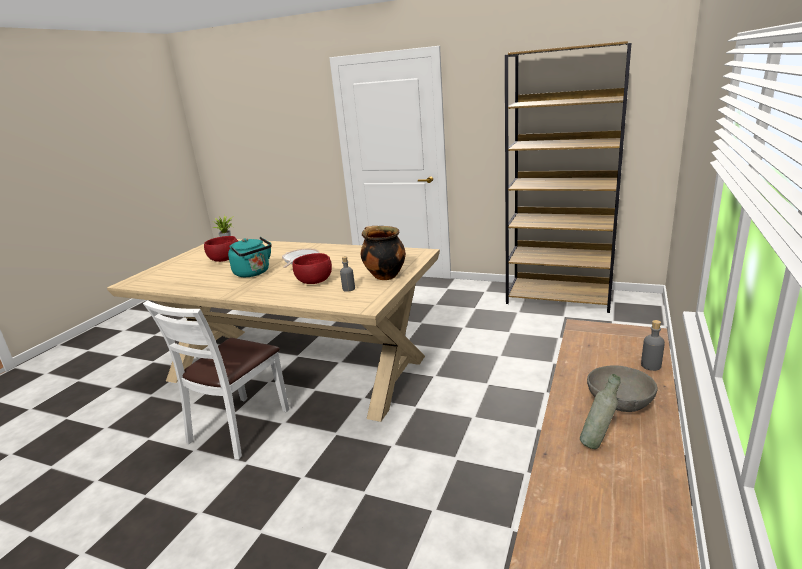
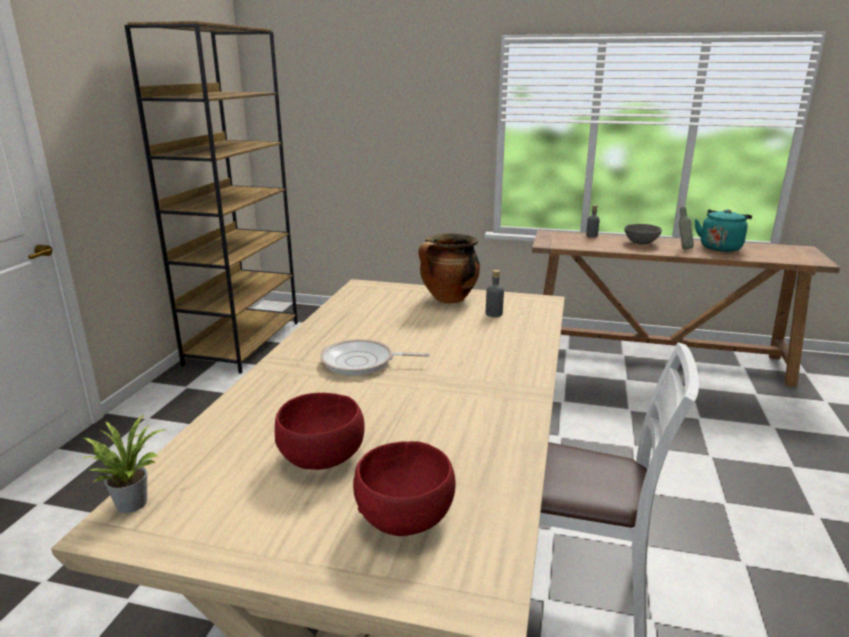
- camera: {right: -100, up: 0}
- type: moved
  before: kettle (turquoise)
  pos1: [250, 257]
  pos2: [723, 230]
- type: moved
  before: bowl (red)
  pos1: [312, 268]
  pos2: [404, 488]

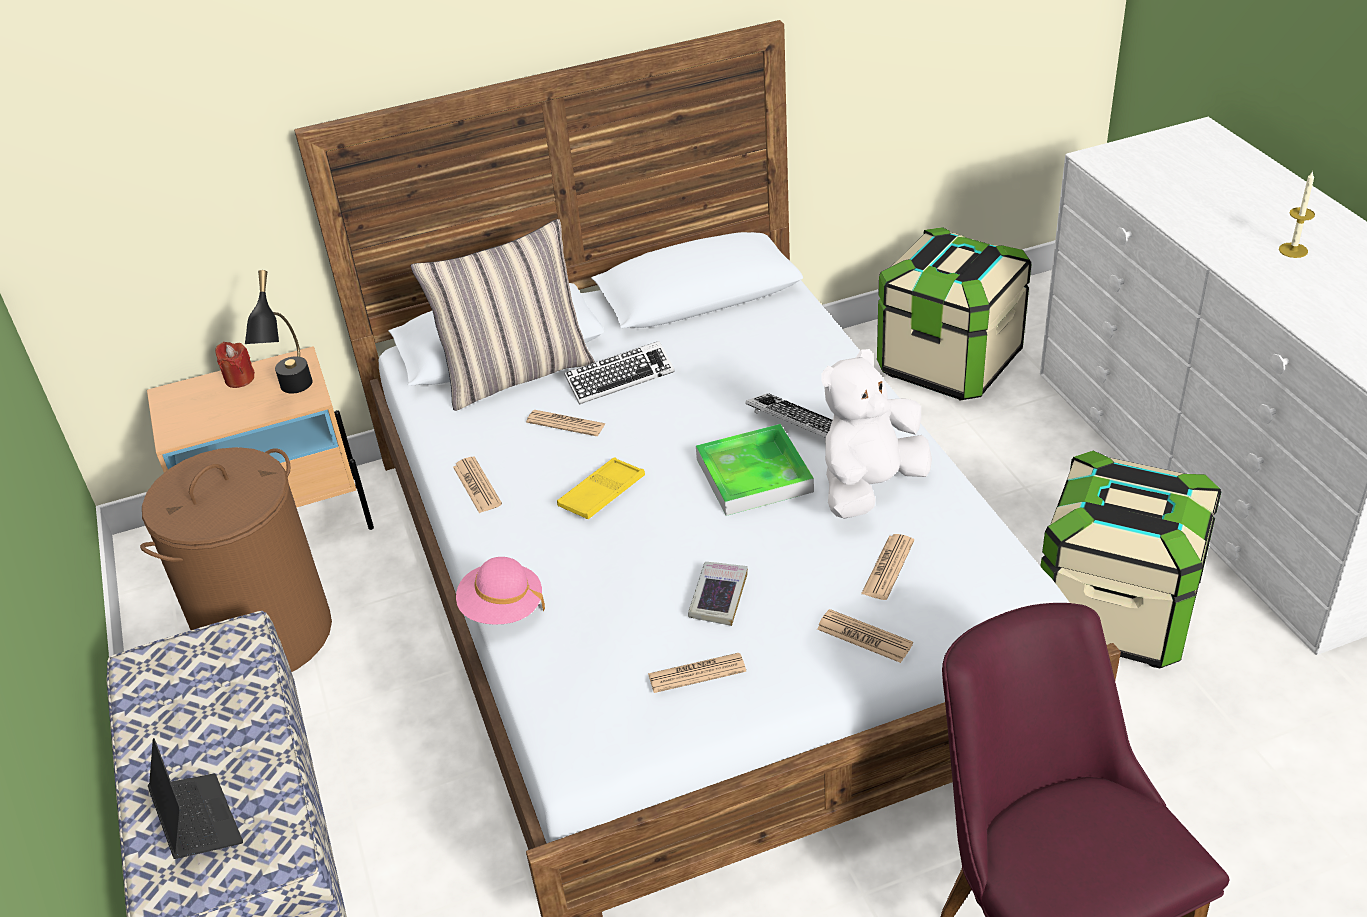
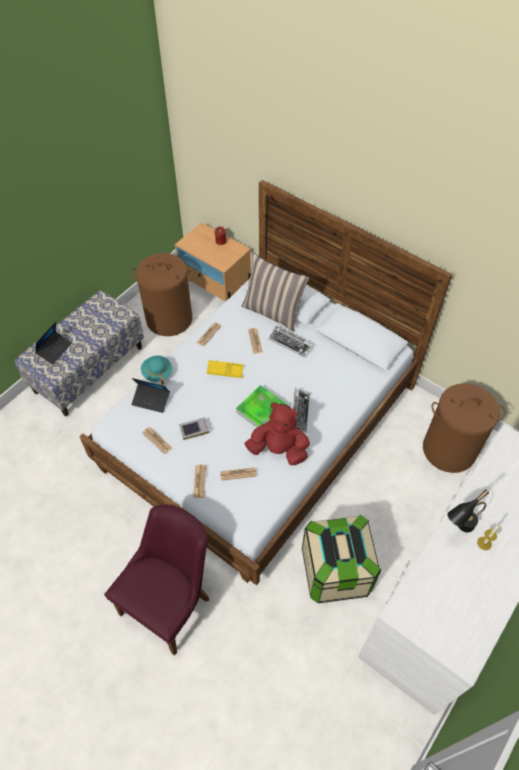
- camera: {right: 55, up: 15}
- type: added
  after: laptop
  pos2: [150, 395]
- type: moved
  before: table lamp (black)
  pos1: [279, 332]
  pos2: [468, 510]
- type: replaced
  before: storage box
  after: laundry basket (brown)
  pos1: [954, 313]
  pos2: [464, 428]
- type: recoloured
  before: hat (pink)
  after: hat (turquoise)
  pos1: [500, 591]
  pos2: [156, 370]
- type: recoloured
  before: plush toy (white)
  after: plush toy (red)
  pos1: [876, 434]
  pos2: [277, 433]

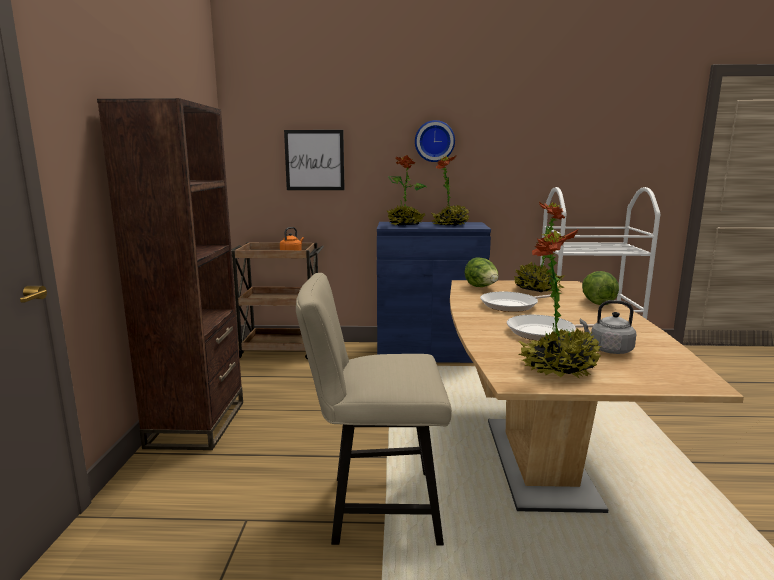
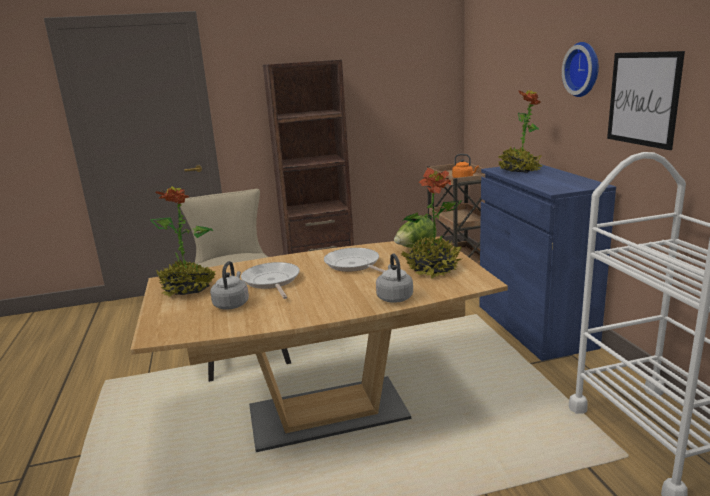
- camera: {right: 75, up: 5}
- type: removed
  before: potted plant
  pos1: [450, 191]
- type: moved
  before: picture
  pos1: [314, 160]
  pos2: [646, 100]
- type: replaced
  before: lettuce
  after: kettle (grey)
  pos1: [600, 288]
  pos2: [394, 278]

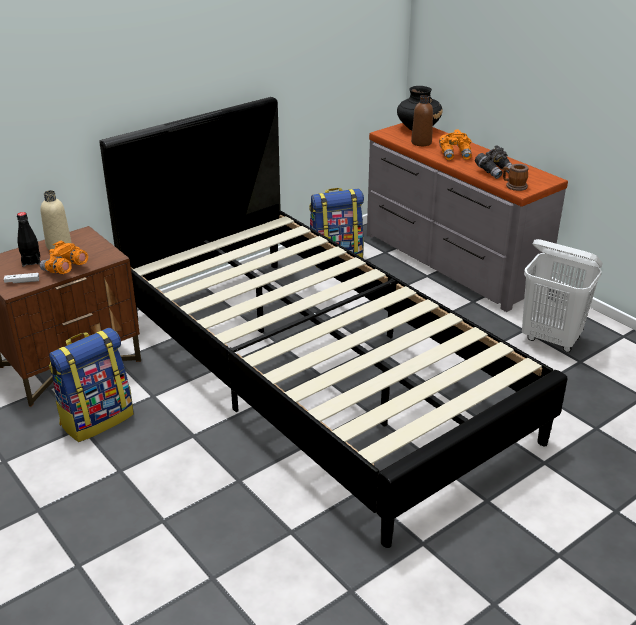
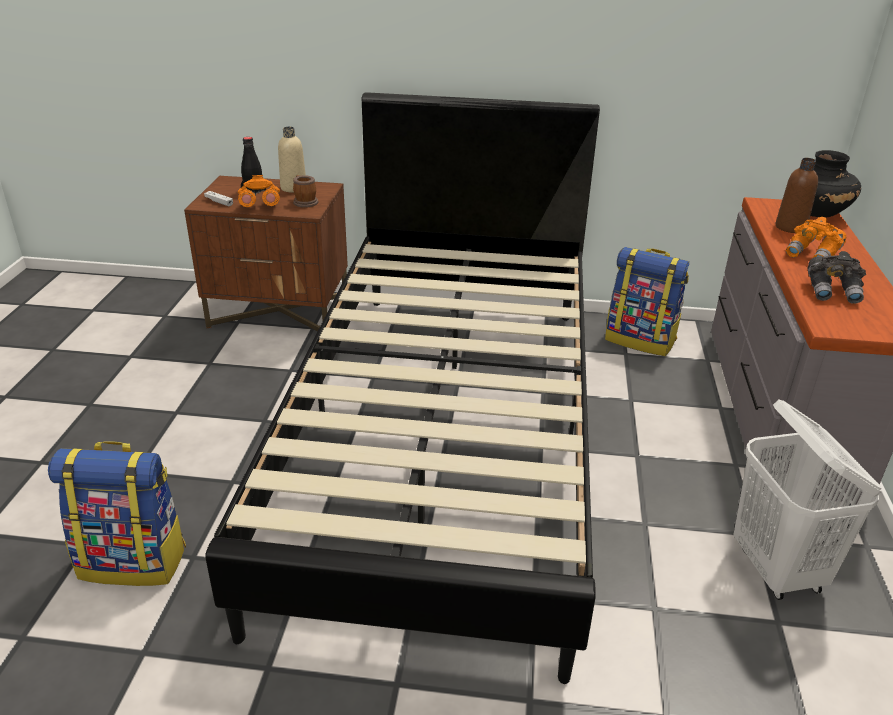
- camera: {right: 45, up: 0}
- type: moved
  before: backpack
  pos1: [91, 385]
  pos2: [117, 513]
- type: moved
  before: mug
  pos1: [515, 177]
  pos2: [305, 191]

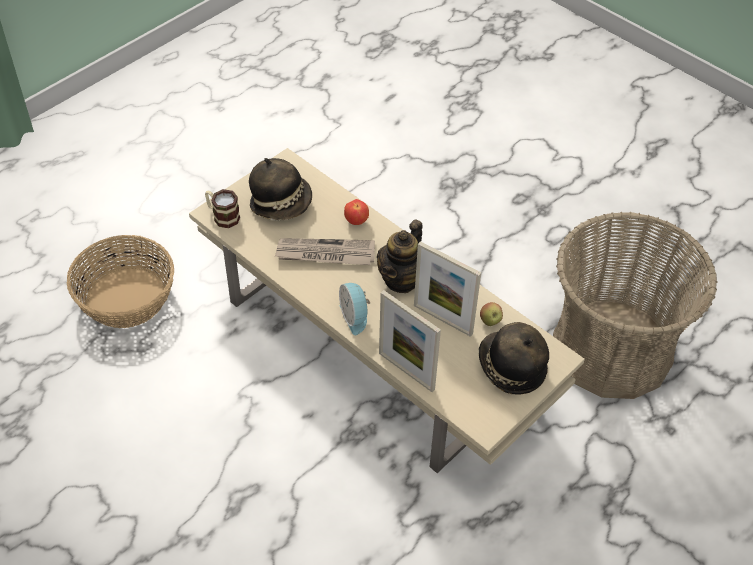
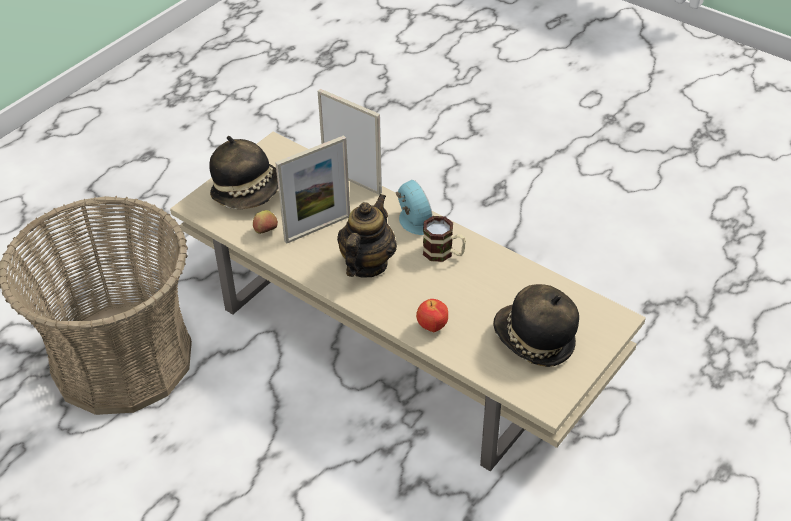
- camera: {right: 175, up: -5}
- type: removed
  before: basket
  pos1: [120, 281]
- type: removed
  before: newspaper
  pos1: [325, 251]
- type: moved
  before: mug
  pos1: [222, 208]
  pos2: [444, 239]
- type: turned
  before: picture frame
  pos1: [447, 289]
  pos2: [312, 189]
  turn: 120

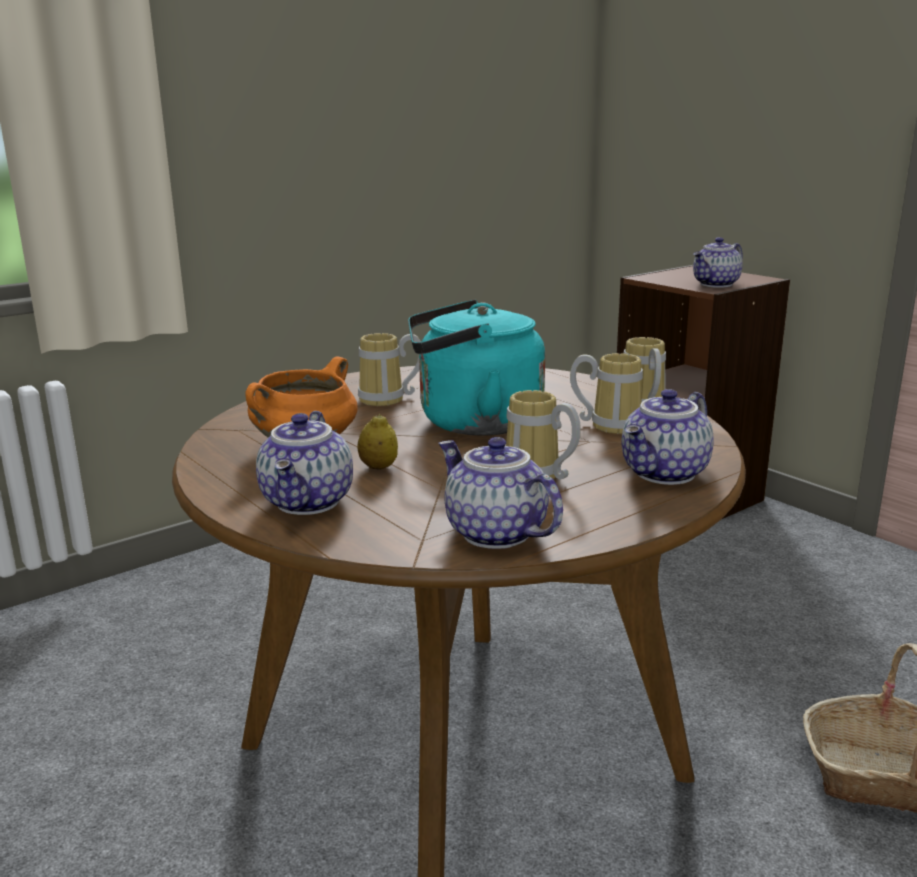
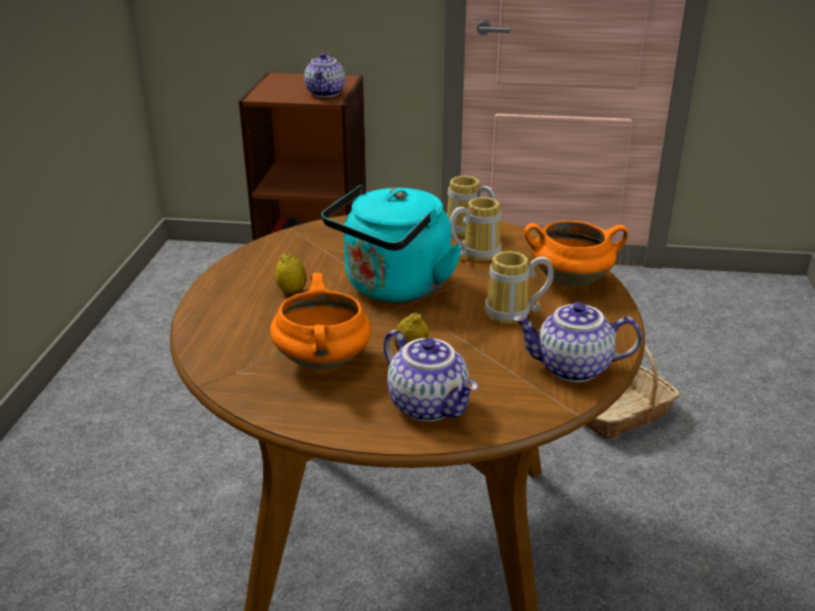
- camera: {right: -45, up: 10}
- type: replaced
  before: mug
  after: lemon
  pos1: [389, 369]
  pos2: [291, 273]
- type: replaced
  before: teapot
  after: cooking pot (orange)
  pos1: [667, 437]
  pos2: [576, 254]

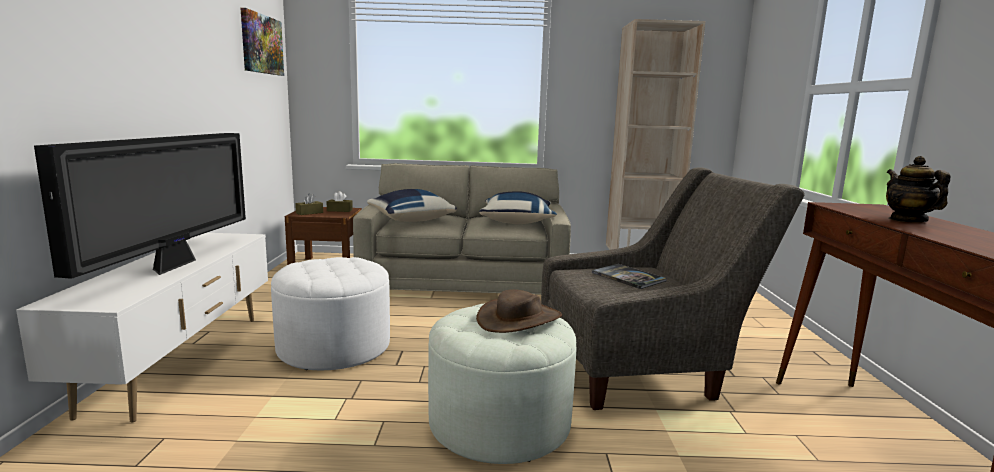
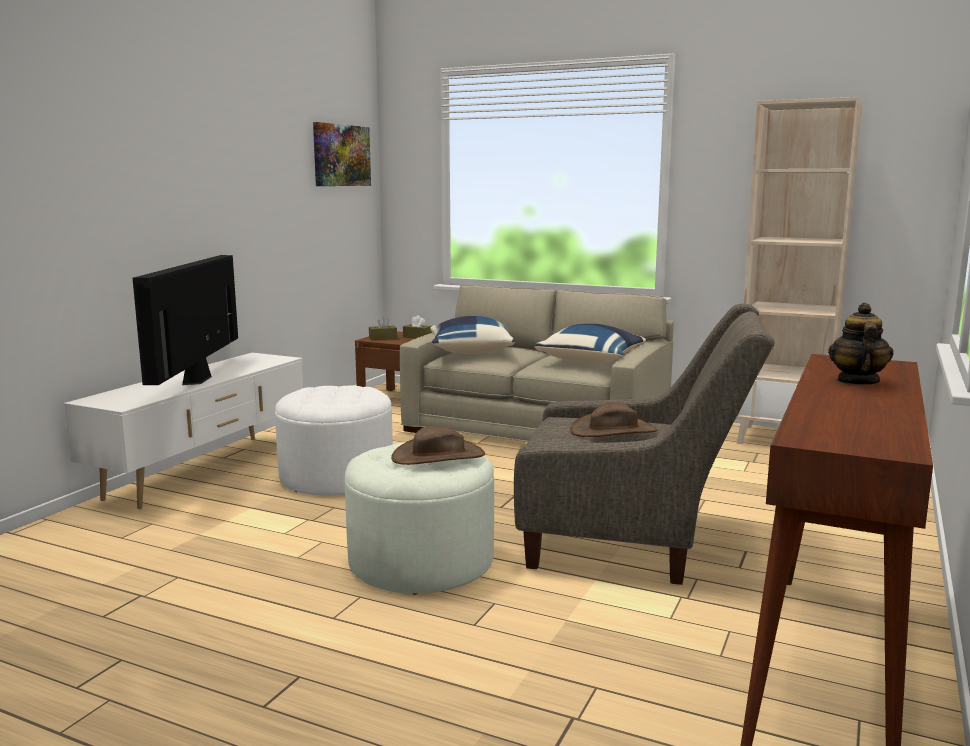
- camera: {right: 25, up: 0}
- type: replaced
  before: book
  after: hat (brown)
  pos1: [629, 276]
  pos2: [613, 419]
- type: turned
  before: television
  pos1: [140, 206]
  pos2: [185, 320]
  turn: 150

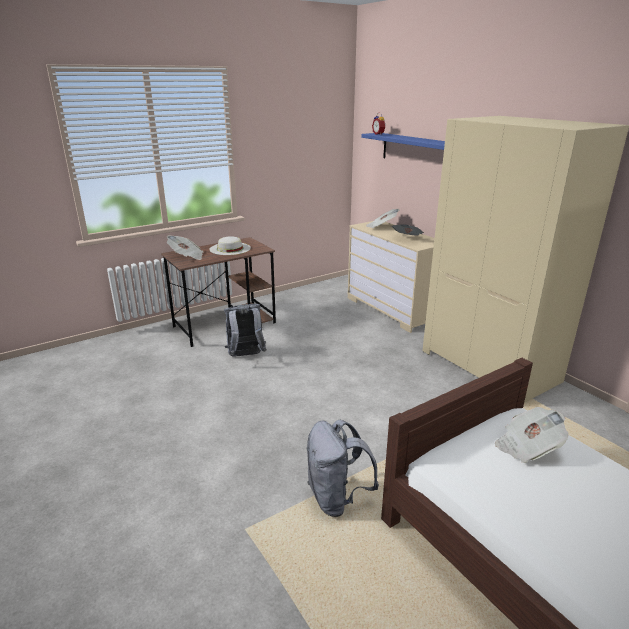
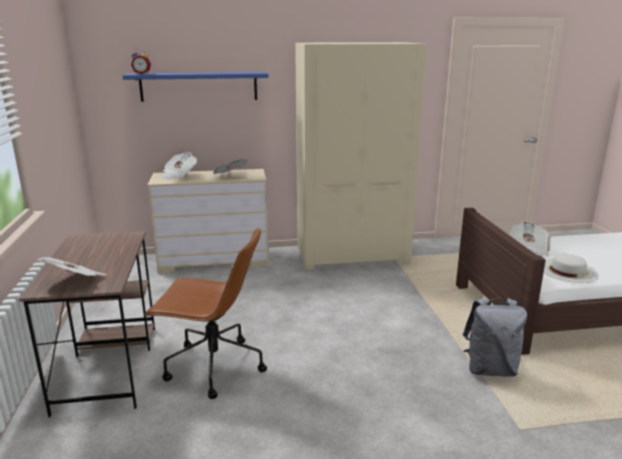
- camera: {right: -65, up: -5}
- type: moved
  before: hat (white)
  pos1: [230, 245]
  pos2: [571, 268]
- type: replaced
  before: backpack (grey)
  after: office chair (brown)
  pos1: [245, 330]
  pos2: [205, 313]

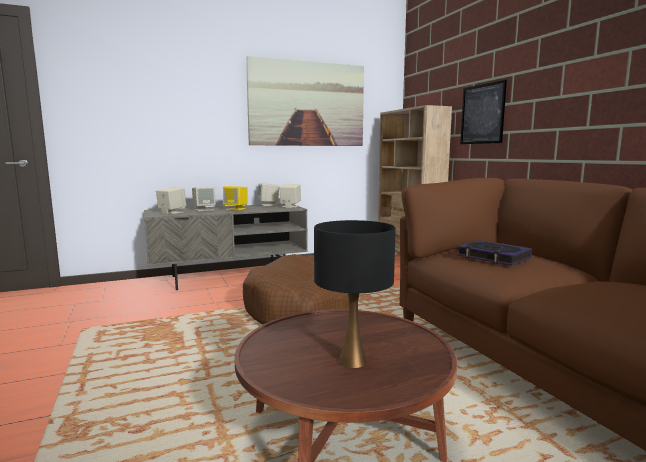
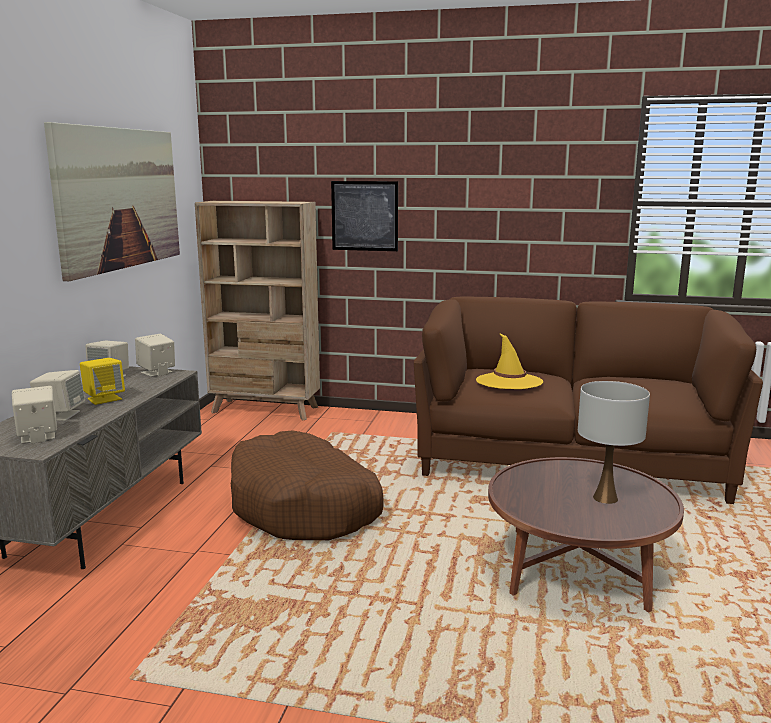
- camera: {right: -55, up: 5}
- type: replaced
  before: book
  after: hat (yellow)
  pos1: [494, 253]
  pos2: [509, 361]
- type: recoloured
  before: table lamp (black)
  after: table lamp (white)
  pos1: [355, 294]
  pos2: [614, 442]

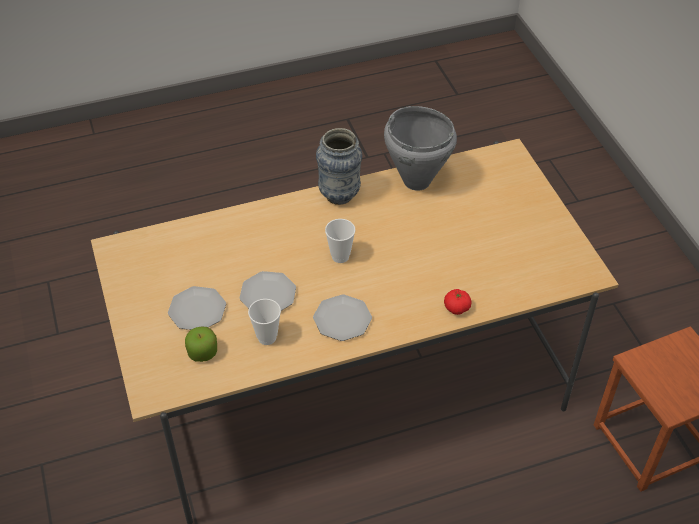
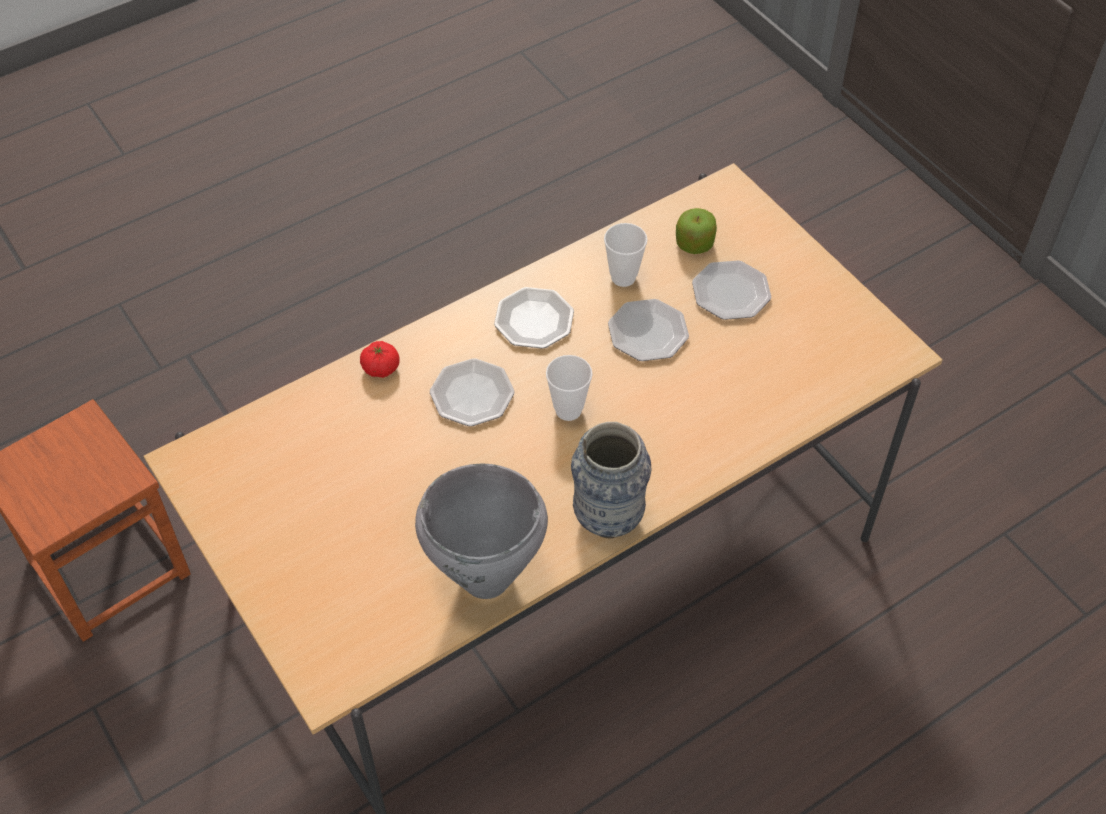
- camera: {right: 165, up: 5}
- type: added
  after: plate
  pos2: [472, 392]

